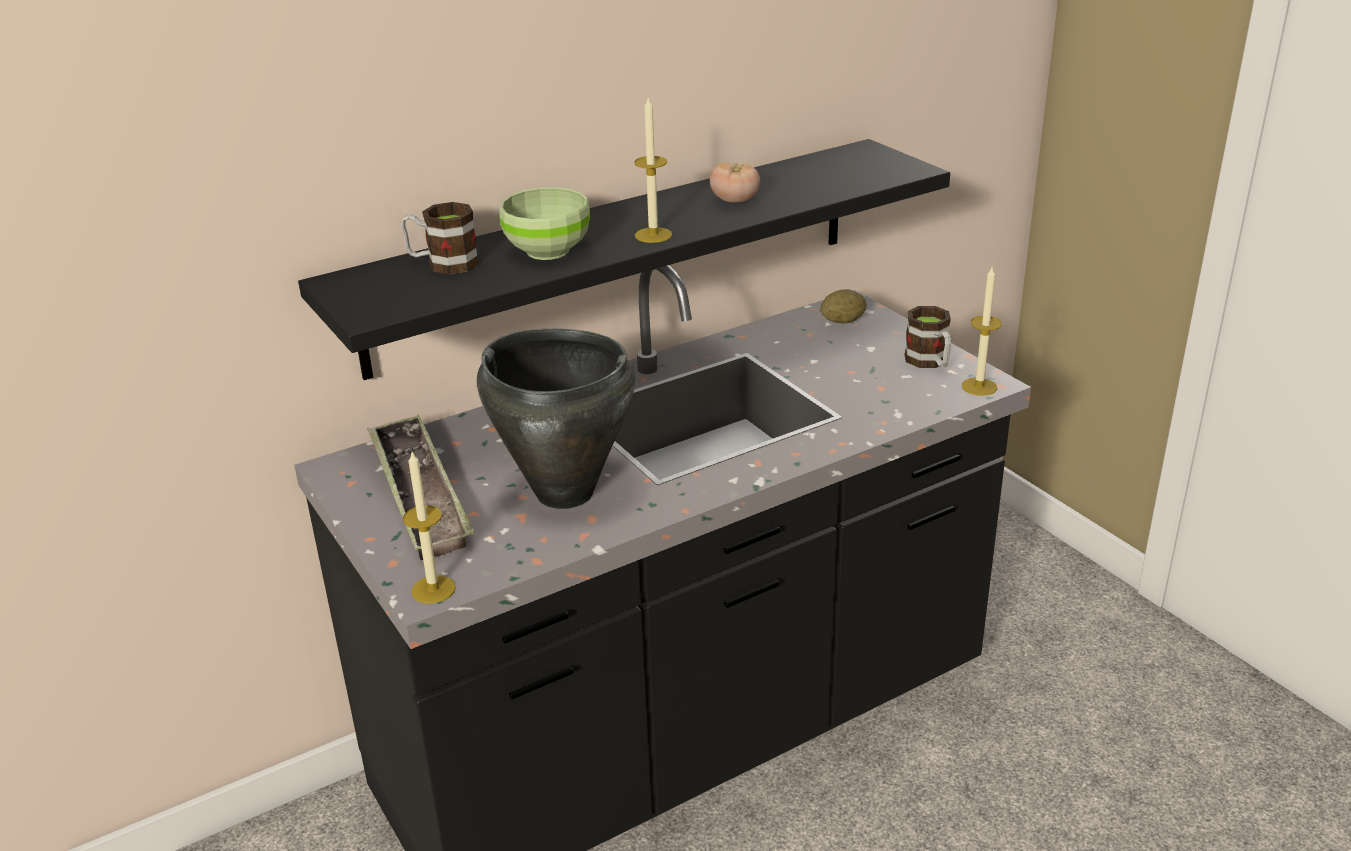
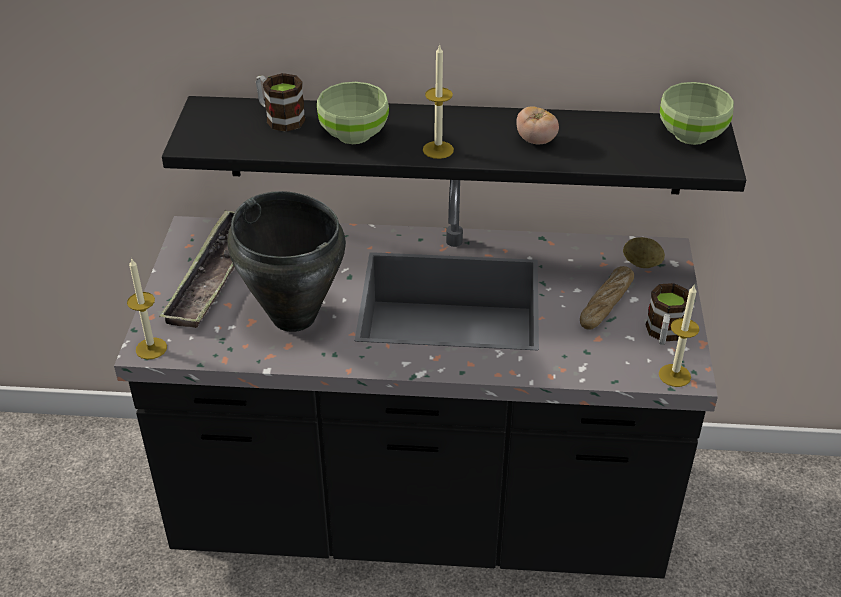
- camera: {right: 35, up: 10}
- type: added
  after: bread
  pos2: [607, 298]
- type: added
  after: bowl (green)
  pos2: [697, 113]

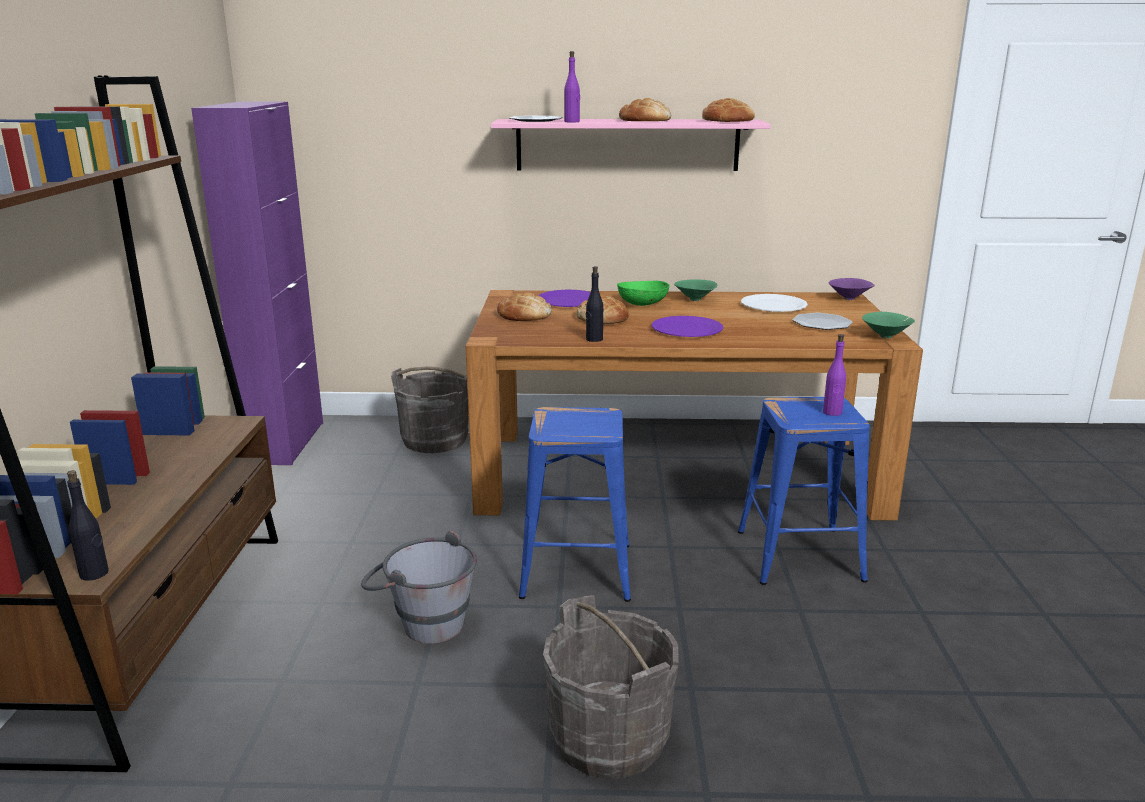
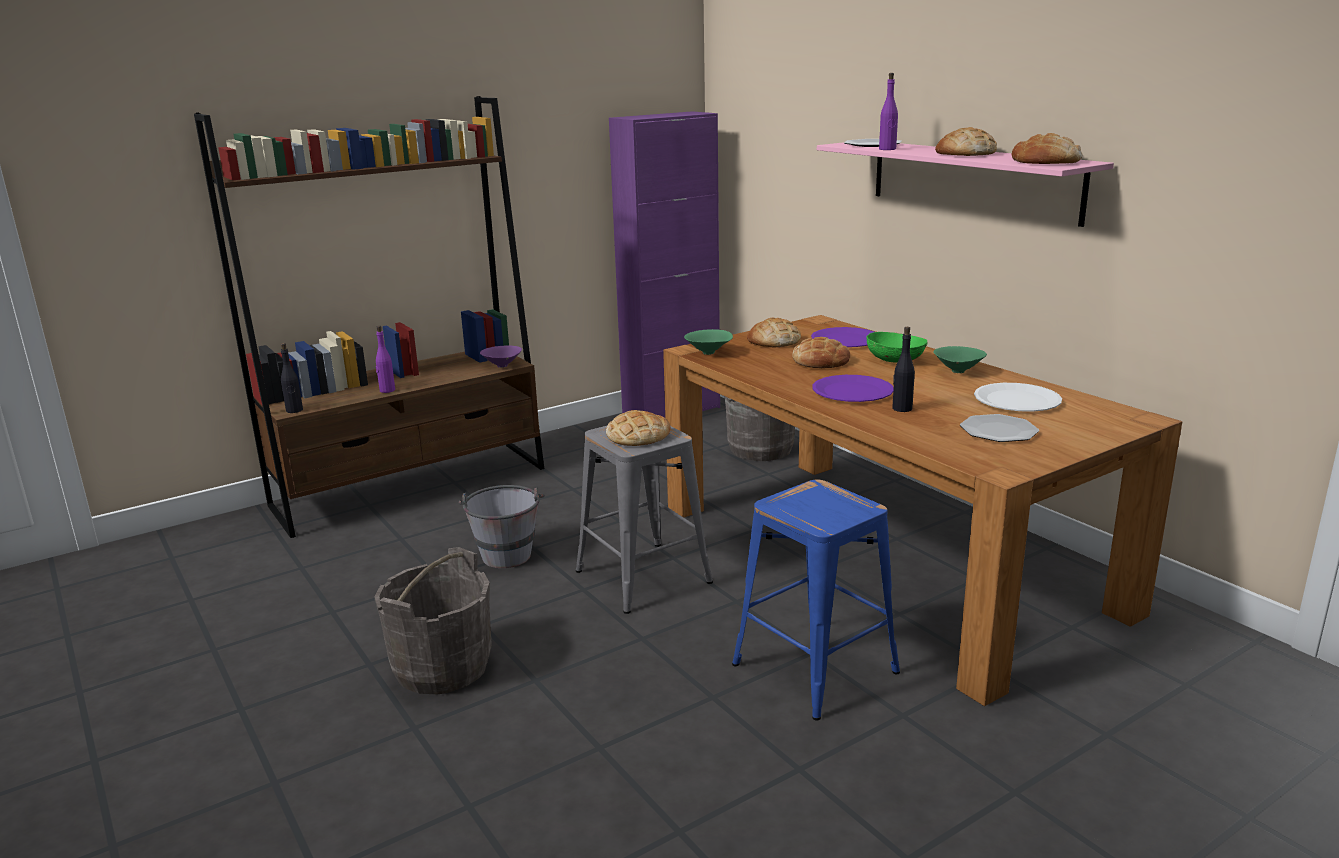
- camera: {right: 55, up: 0}
- type: added
  after: bread
  pos2: [638, 428]
- type: moved
  before: bottle (black)
  pos1: [594, 304]
  pos2: [903, 369]
- type: moved
  before: bottle (purple)
  pos1: [834, 375]
  pos2: [385, 359]
- type: moved
  before: bowl (purple)
  pos1: [852, 289]
  pos2: [501, 356]
- type: moved
  before: bowl (green)
  pos1: [888, 325]
  pos2: [708, 342]
- type: recoloured
  before: stool (blue)
  after: stool (grey)
  pos1: [575, 504]
  pos2: [644, 519]

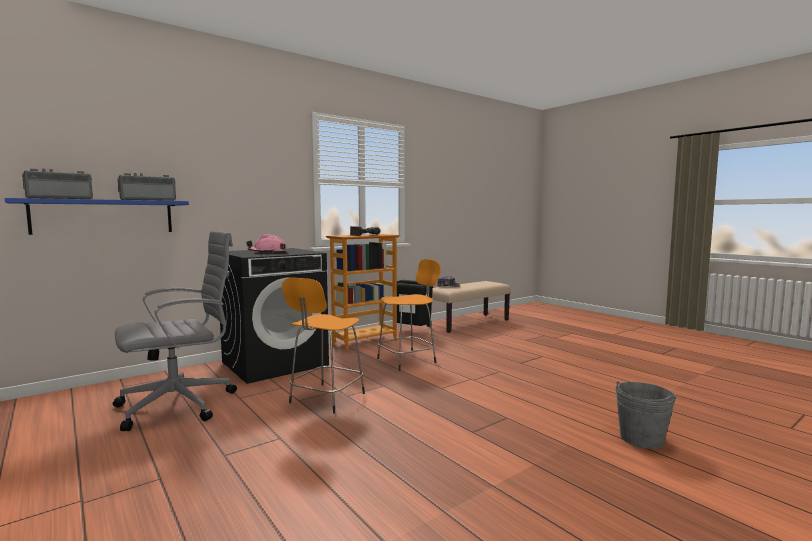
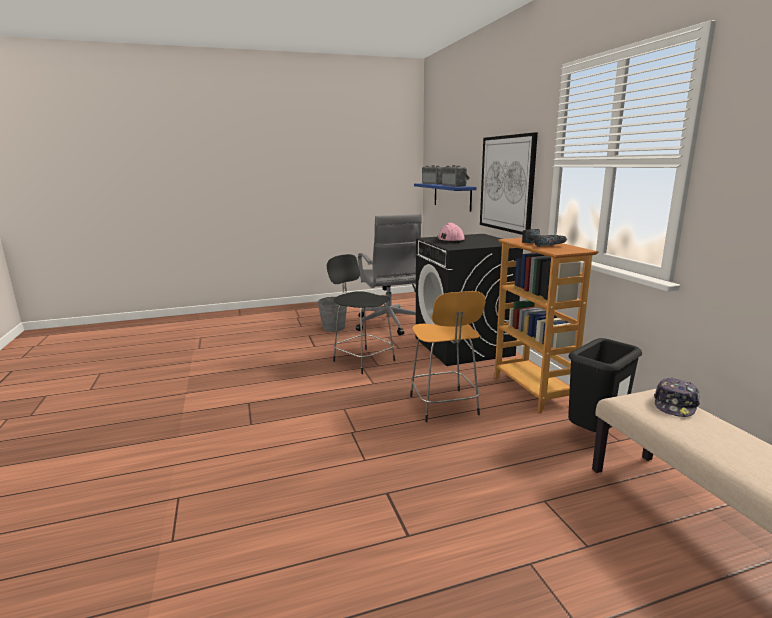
- camera: {right: 110, up: 10}
- type: added
  after: picture
  pos2: [509, 183]
- type: moved
  before: bucket (grey)
  pos1: [645, 415]
  pos2: [332, 314]
- type: recoloured
  before: stool (orange)
  after: stool (black)
  pos1: [323, 346]
  pos2: [361, 314]

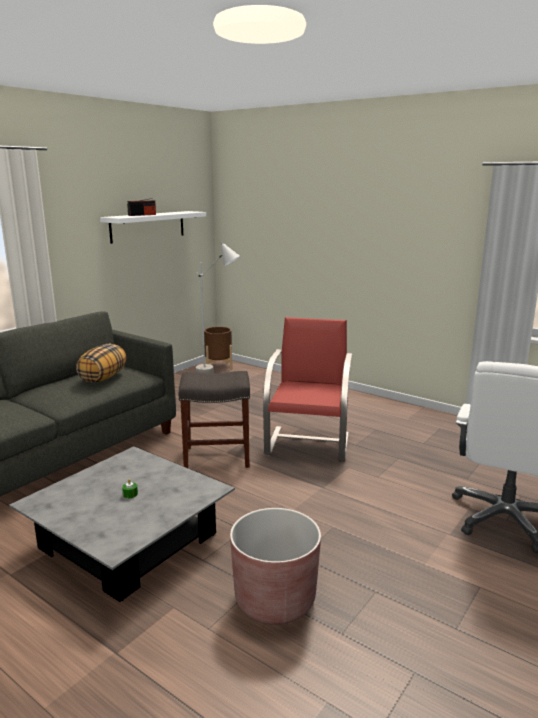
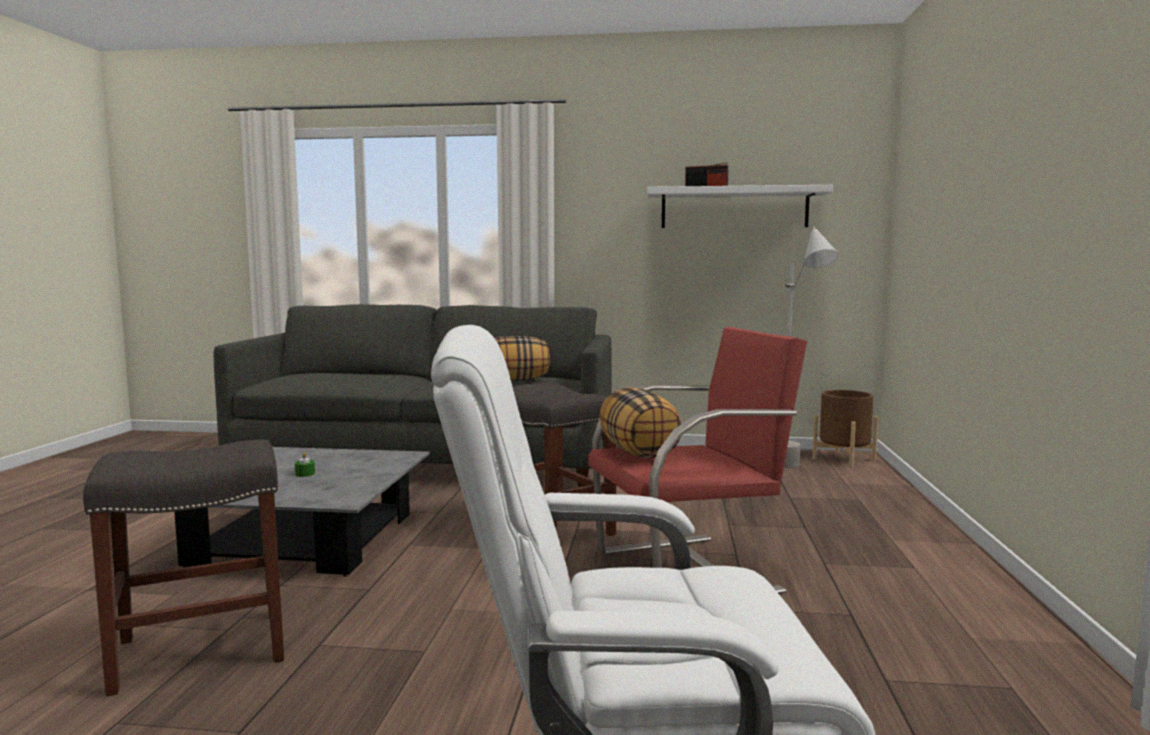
- camera: {right: 60, up: -10}
- type: added
  after: pillow
  pos2: [640, 422]
- type: replaced
  before: planter (brown)
  after: stool (grey)
  pos1: [275, 566]
  pos2: [183, 568]

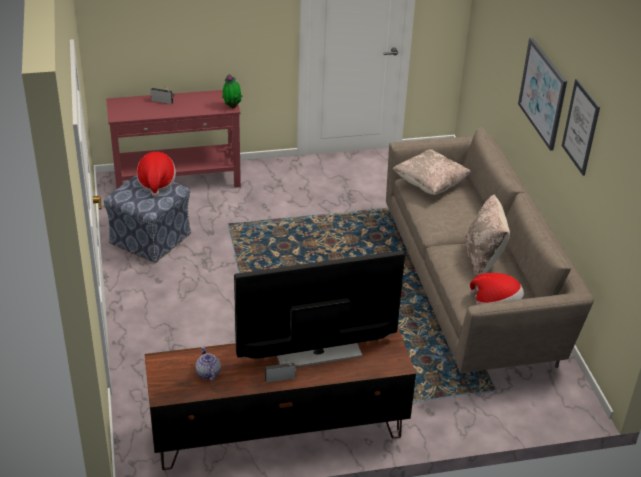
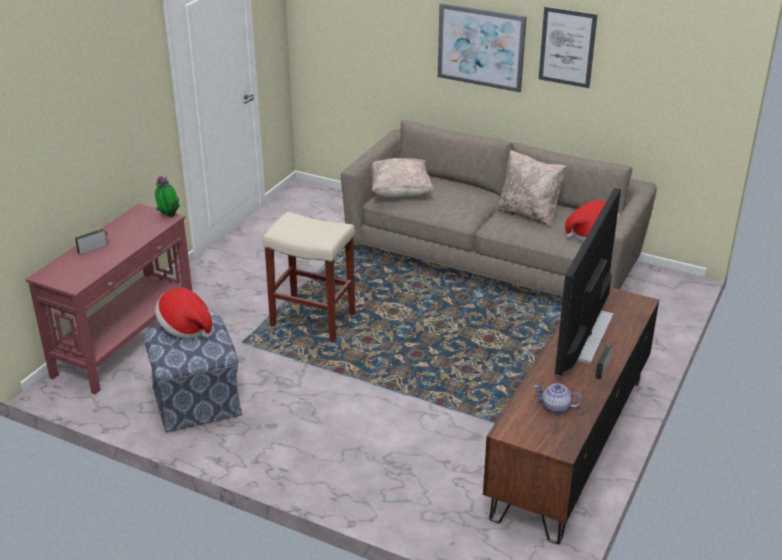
- camera: {right: -50, up: -5}
- type: added
  after: stool (beige)
  pos2: [309, 276]

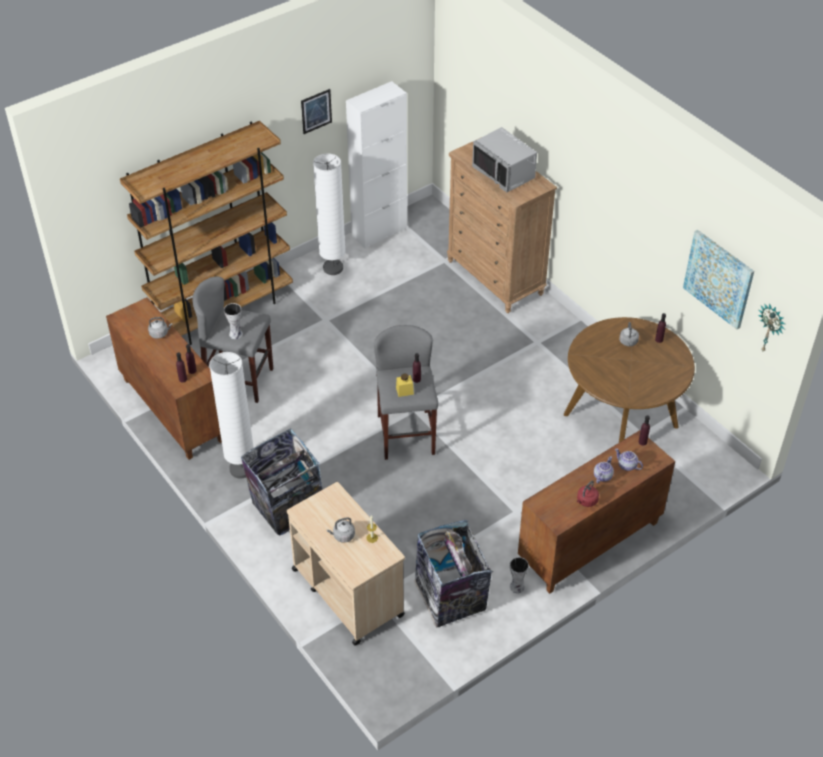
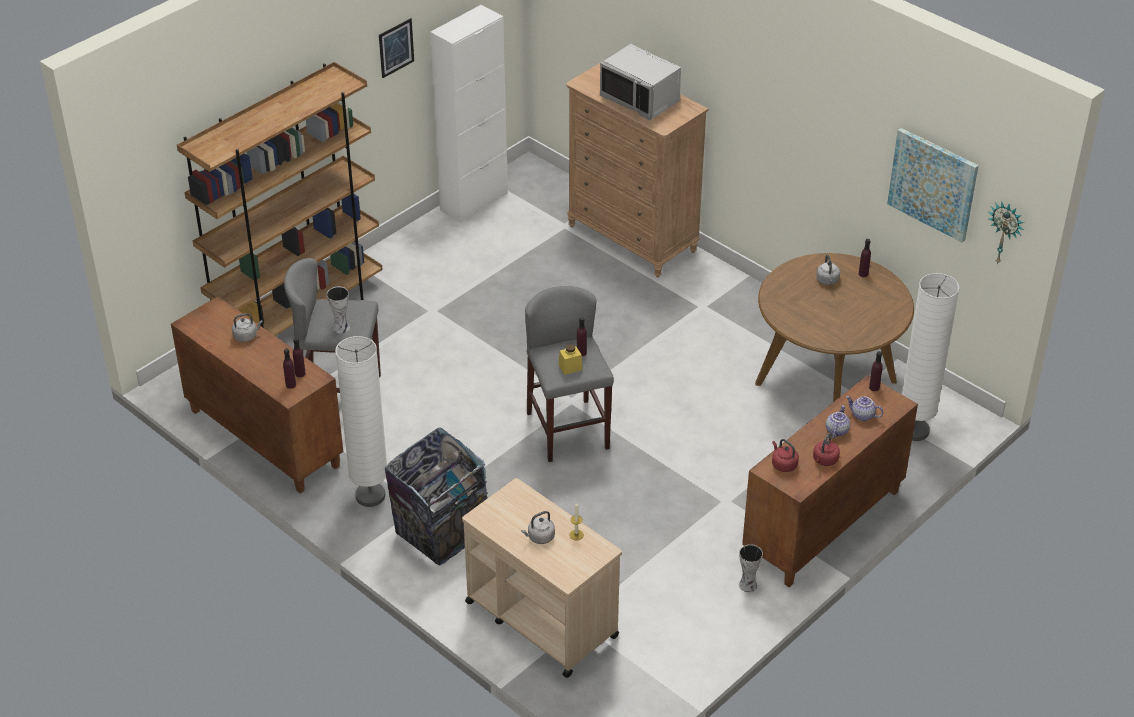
- camera: {right: -10, up: -5}
- type: removed
  before: trash can
  pos1: [453, 573]
- type: added
  after: kettle (red)
  pos2: [785, 455]
- type: moved
  before: floor lamp (white)
  pos1: [329, 214]
  pos2: [931, 357]

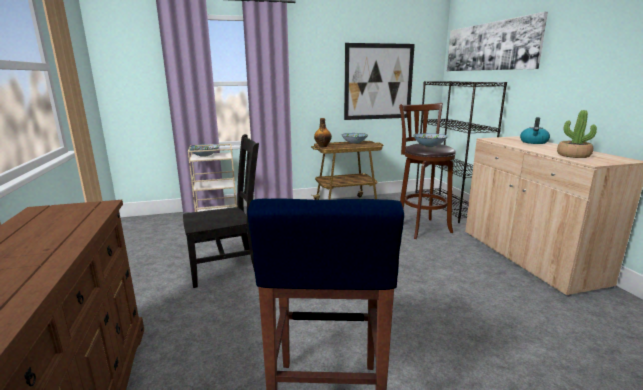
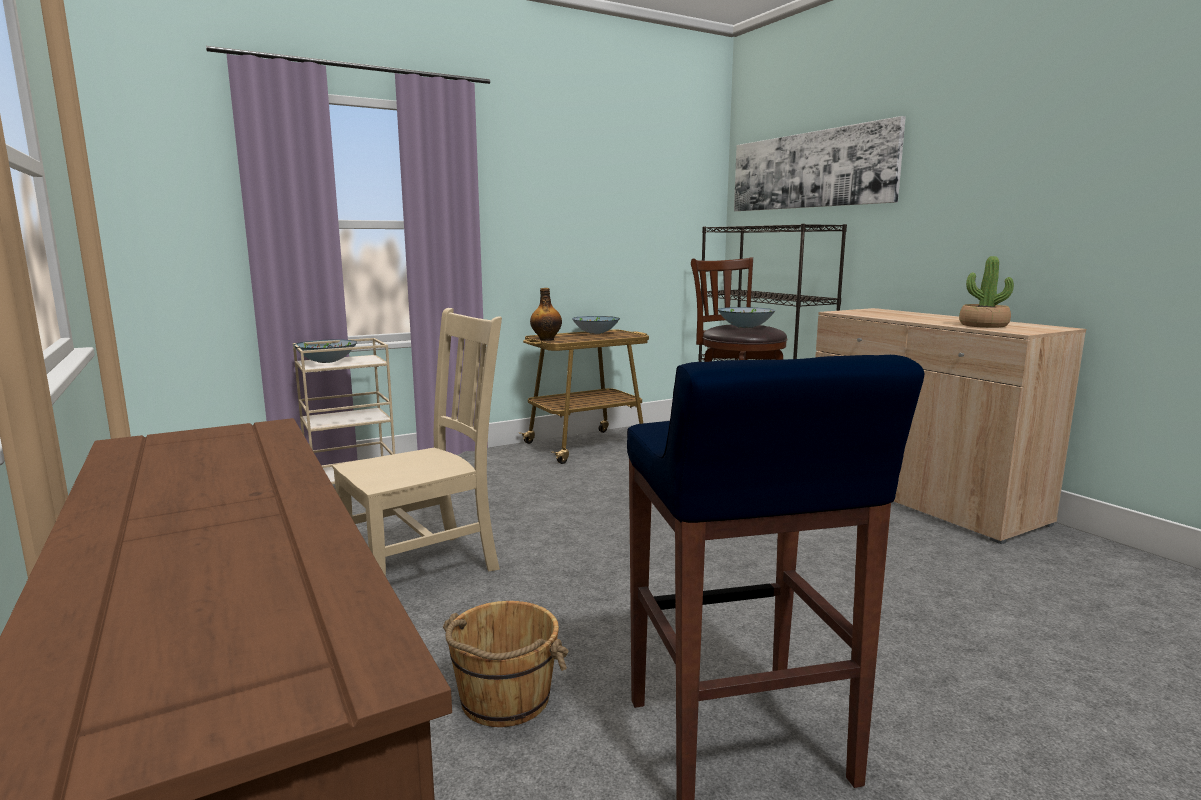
- camera: {right: -15, up: -5}
- type: removed
  before: picture
  pos1: [379, 81]
- type: removed
  before: kettle
  pos1: [535, 130]
- type: added
  after: bucket (brown)
  pos2: [505, 664]
- type: recoloured
  before: chair (black)
  after: chair (beige)
  pos1: [221, 211]
  pos2: [417, 442]

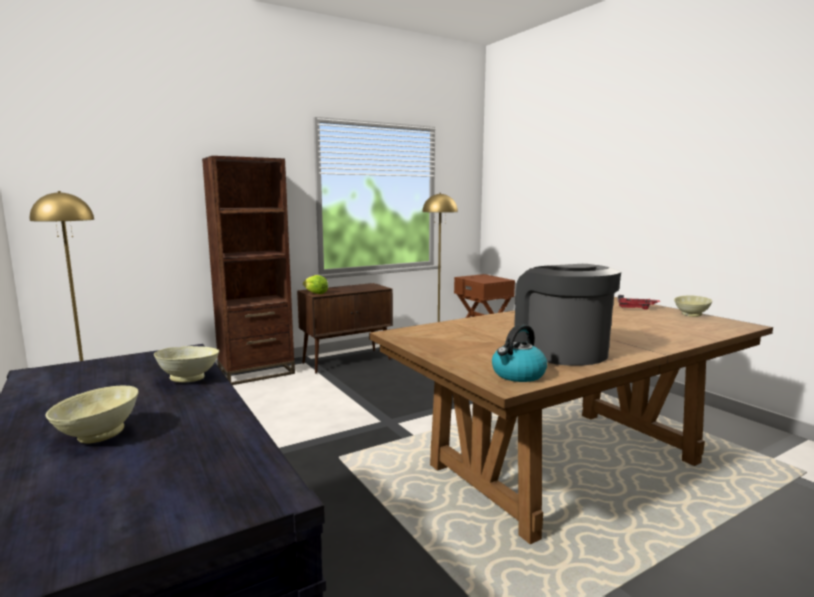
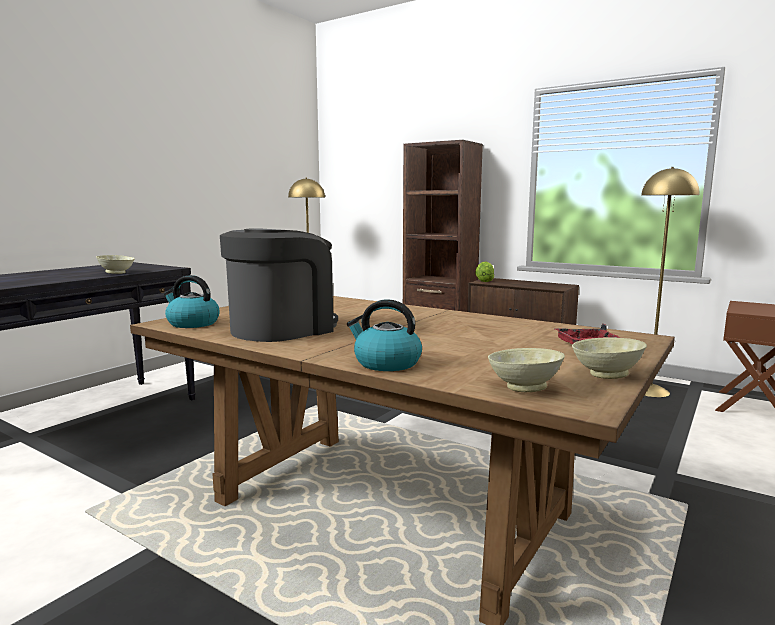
- camera: {right: 65, up: 0}
- type: added
  after: kettle
  pos2: [384, 335]
- type: moved
  before: bowl (beige)
  pos1: [91, 414]
  pos2: [526, 370]

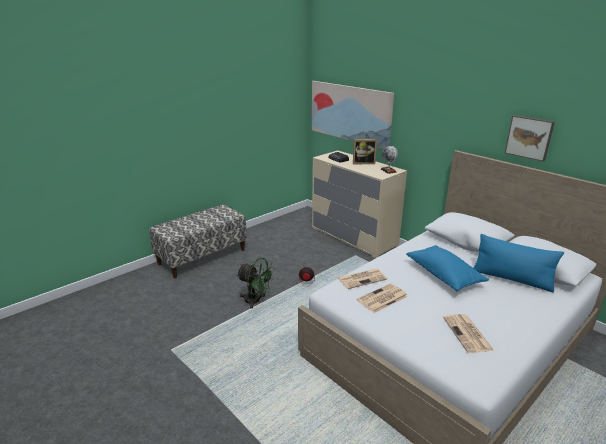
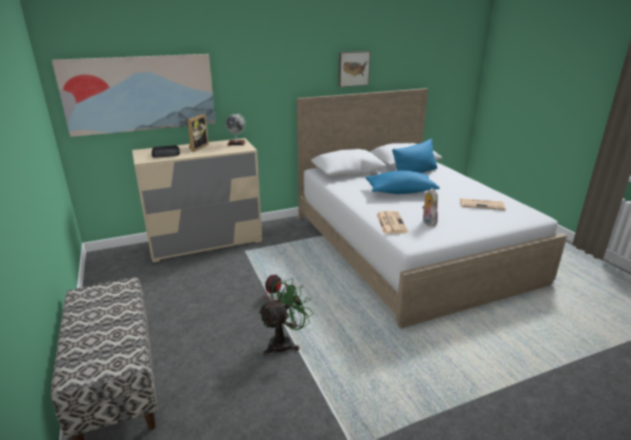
- camera: {right: -70, up: 0}
- type: replaced
  before: newspaper
  after: plush toy
  pos1: [382, 298]
  pos2: [430, 207]

